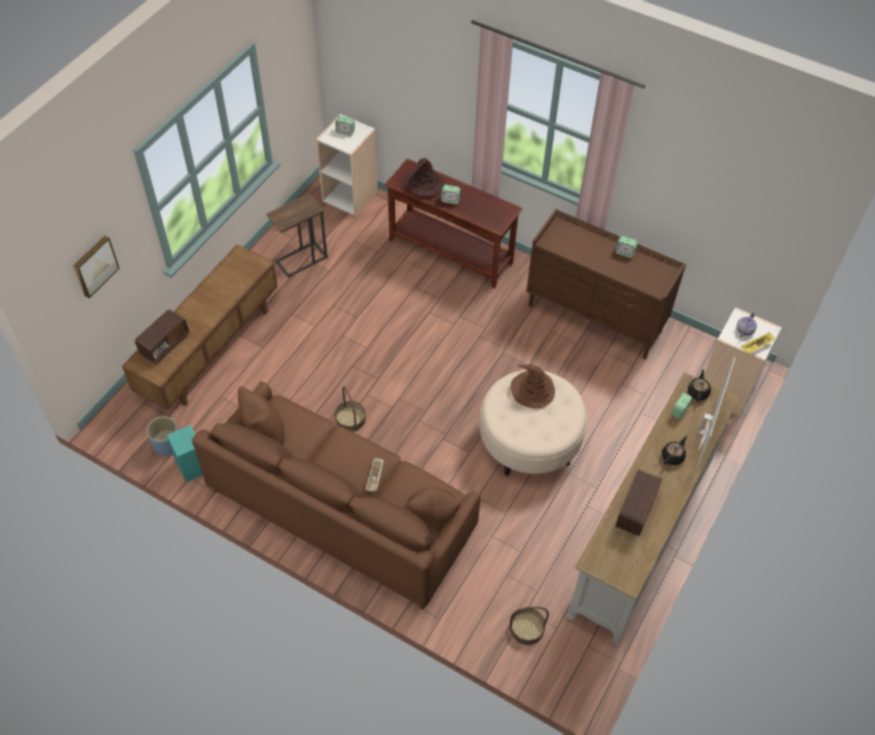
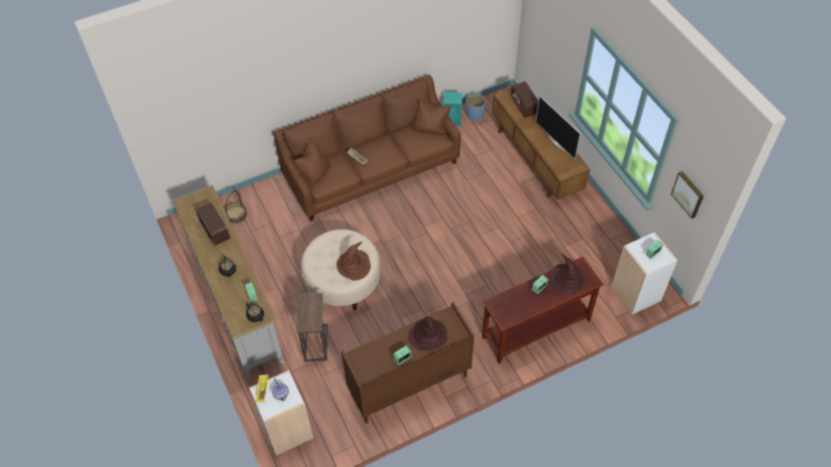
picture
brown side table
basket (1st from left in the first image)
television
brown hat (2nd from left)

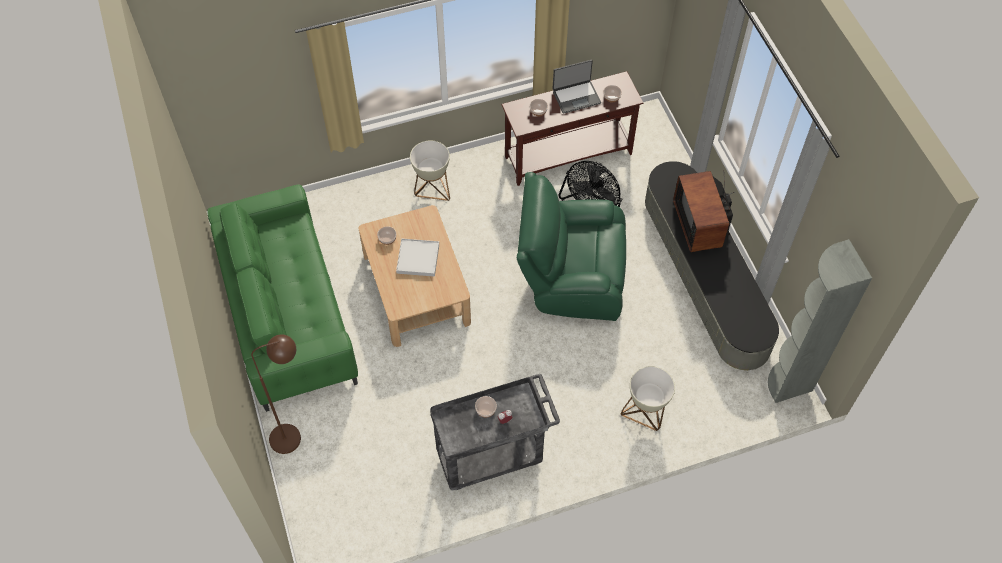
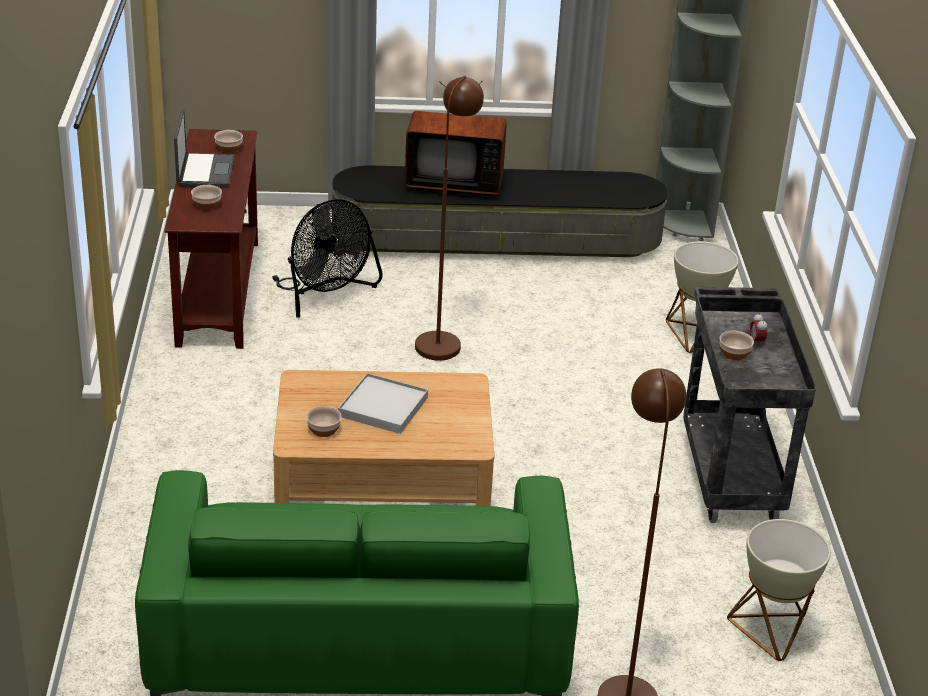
planter (2nd from left)
brown floor lamp (1st from left)

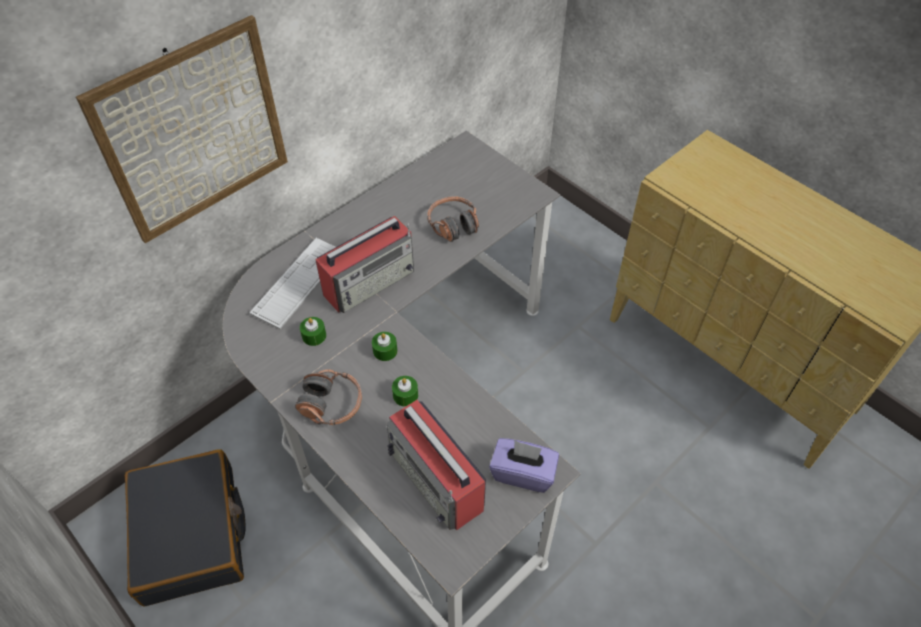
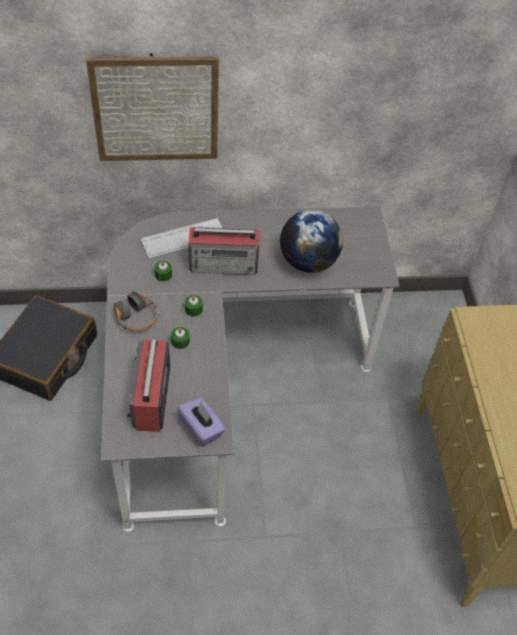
globe

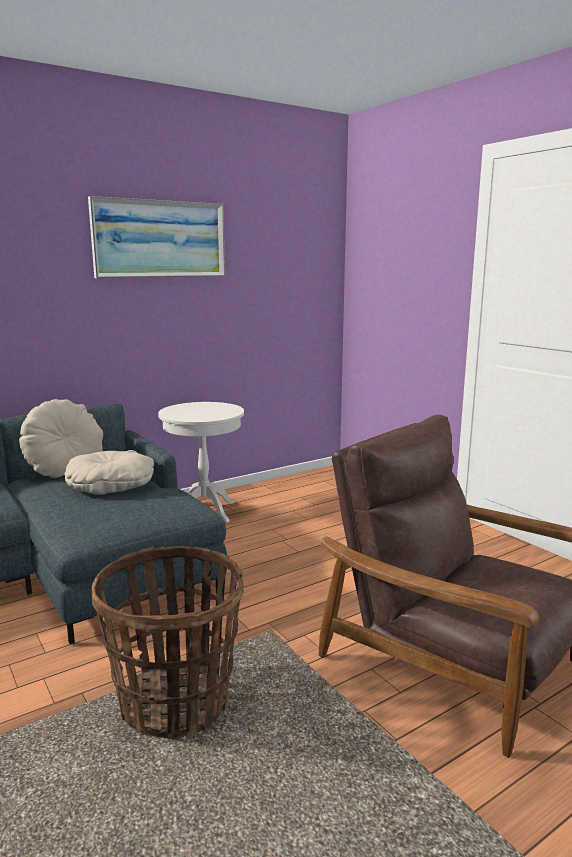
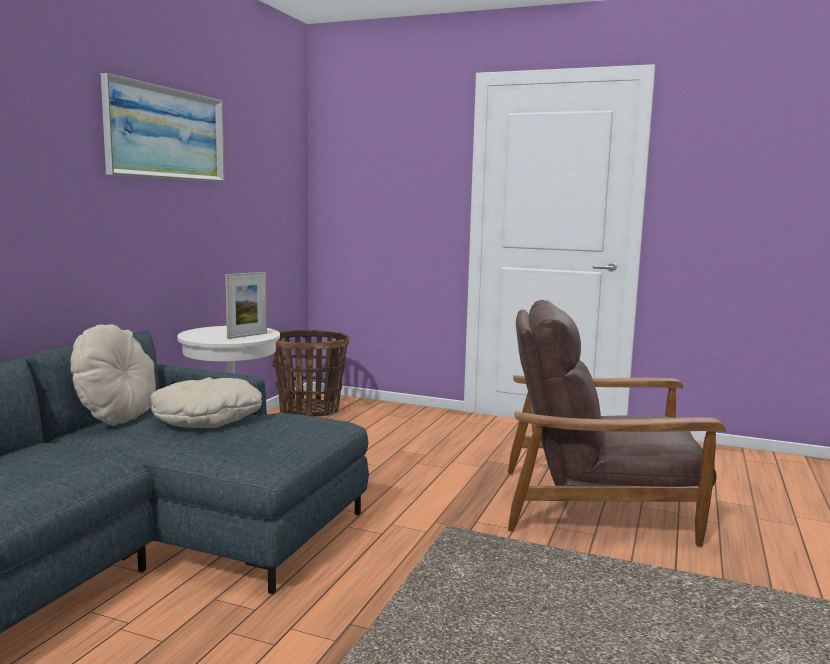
basket
picture frame

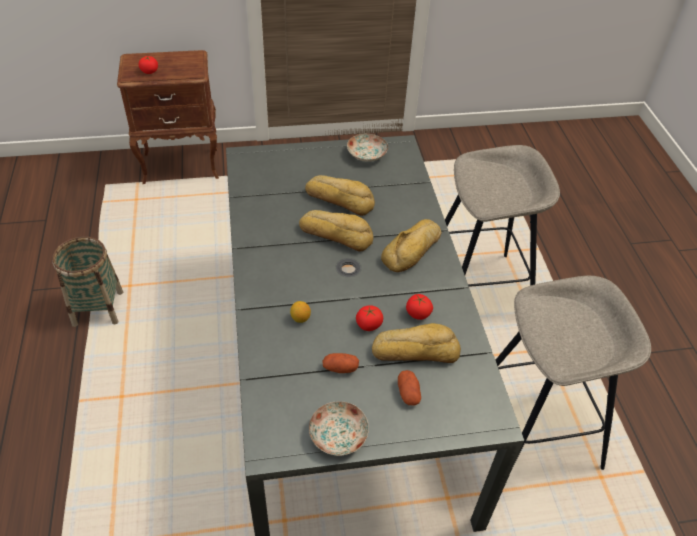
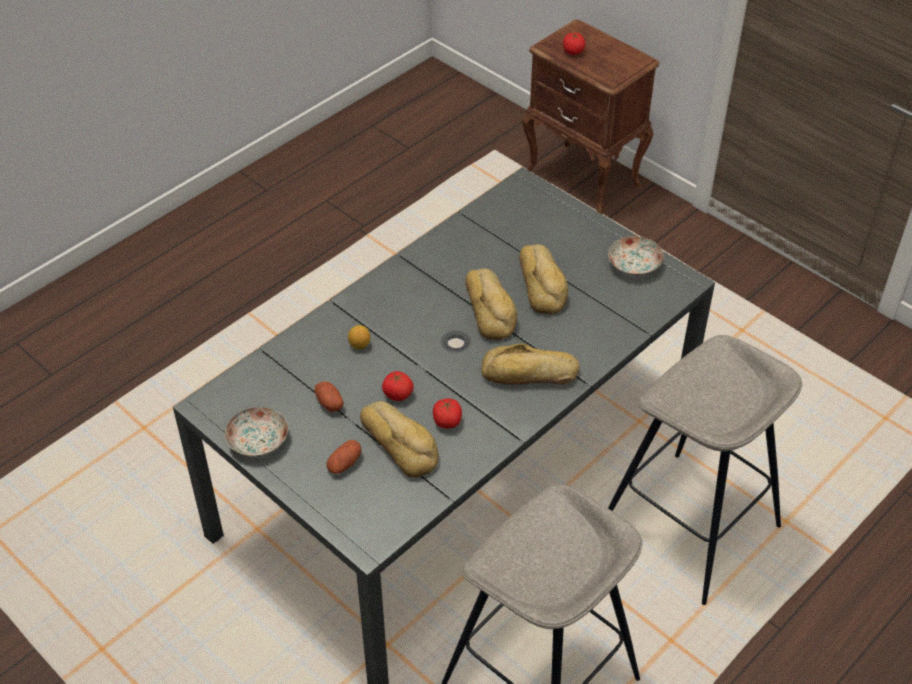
basket

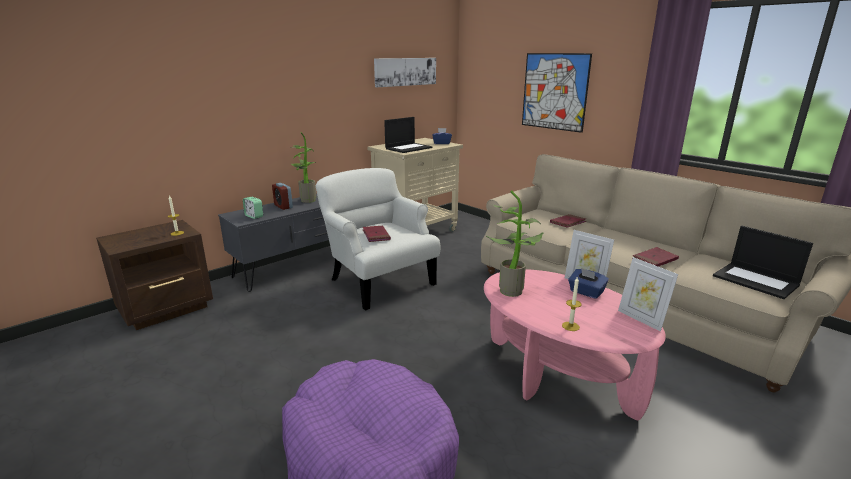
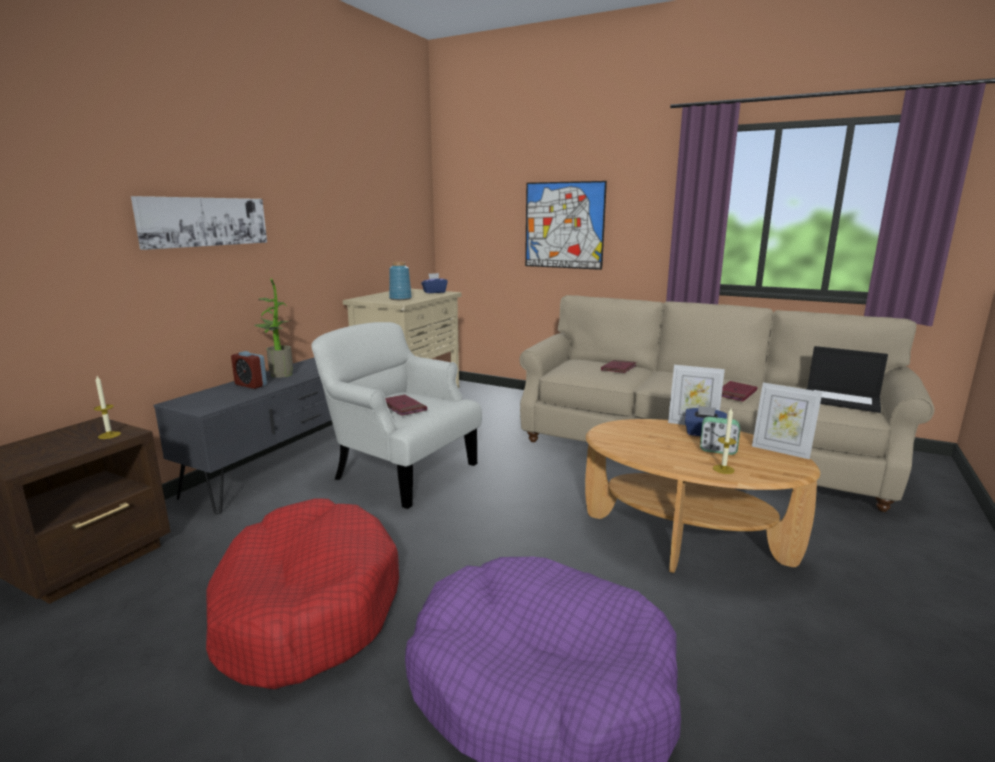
alarm clock (2nd from left)
picture (1st from left)
blue vase
brown coffee table
potted plant (2nd from left in the first image)
red dog bed

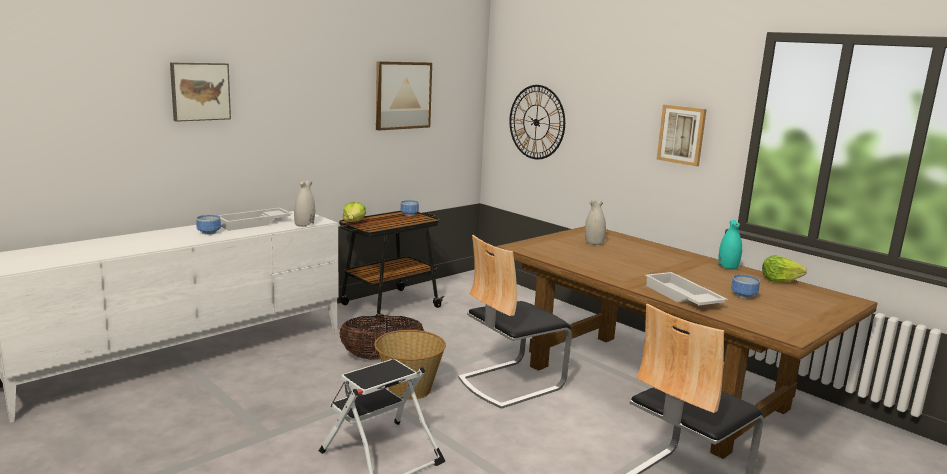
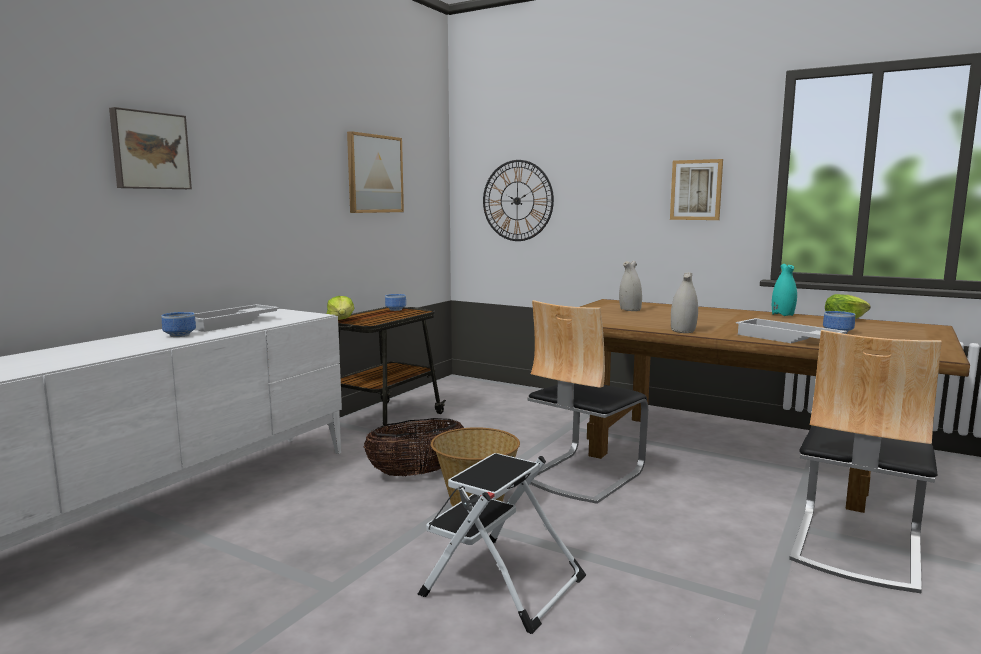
white vase (2nd from left)

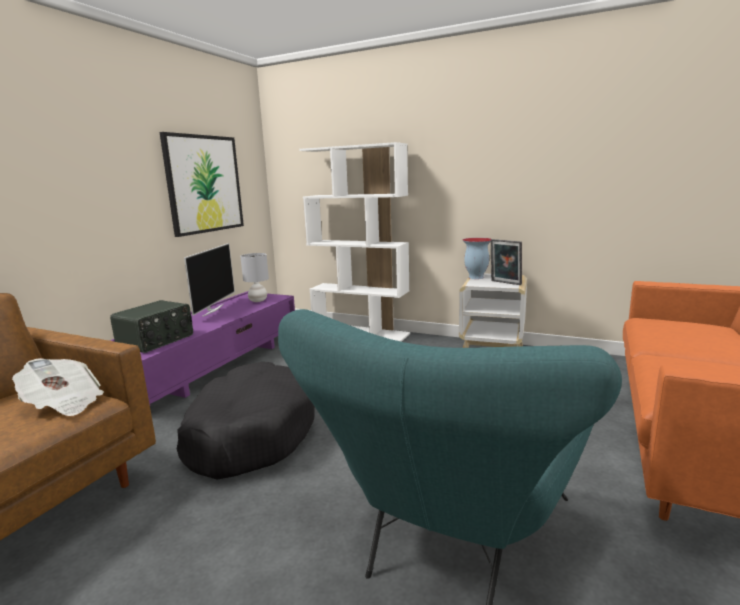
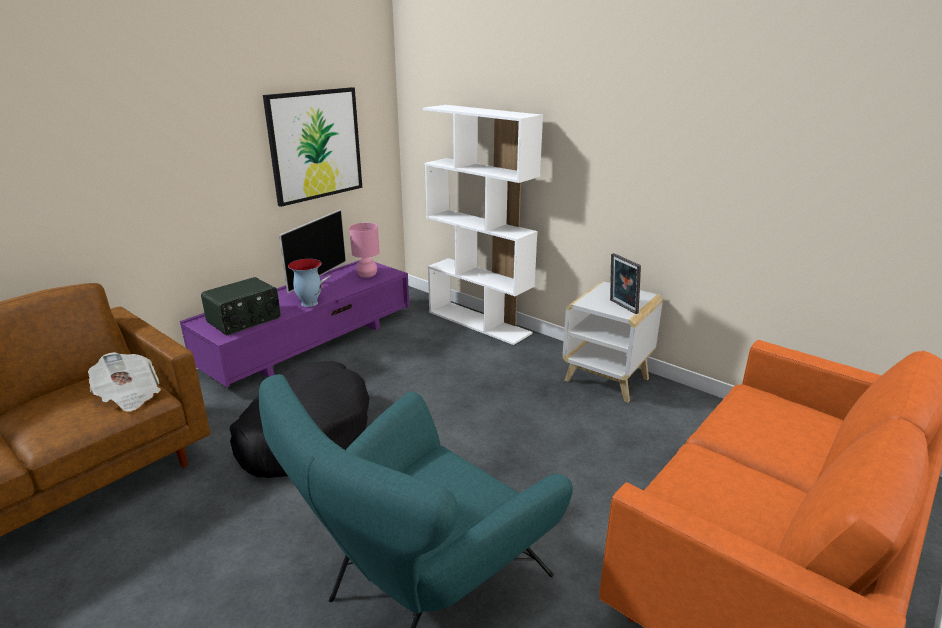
pink table lamp
vase

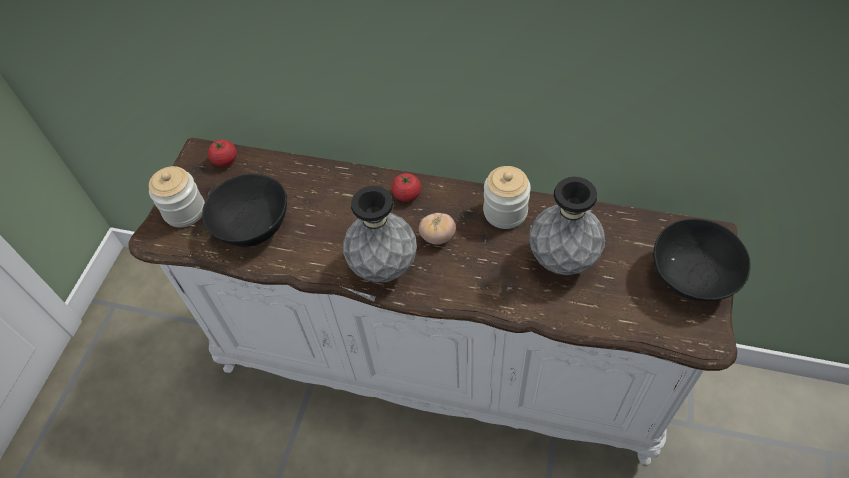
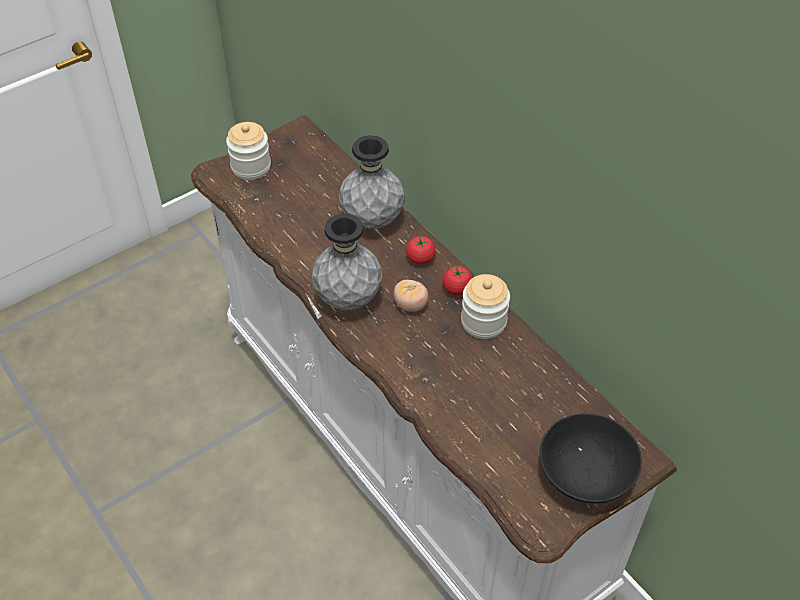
black bowl (1st from left in the first image)
tomato (3rd from left)
grey vase (2nd from left)

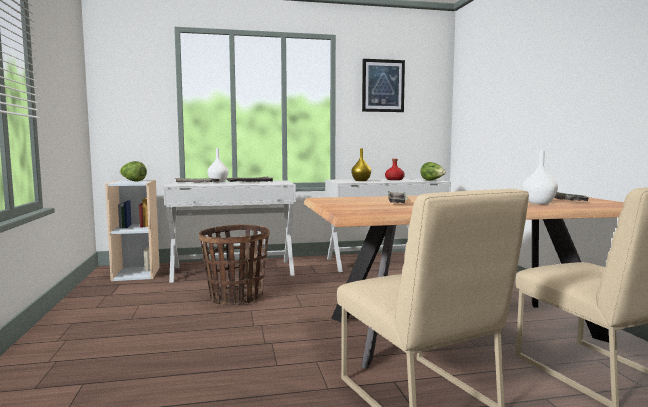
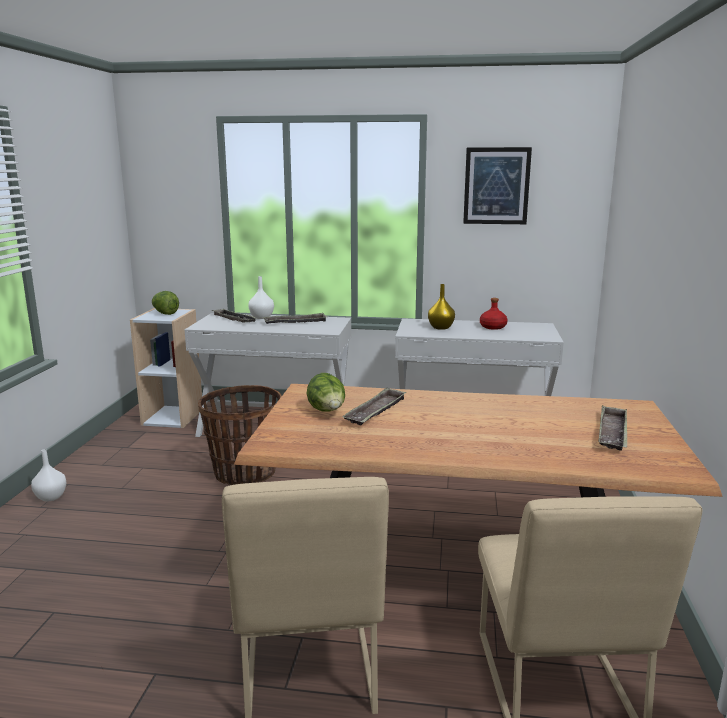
lettuce (2nd from left)
white vase (1st from left)

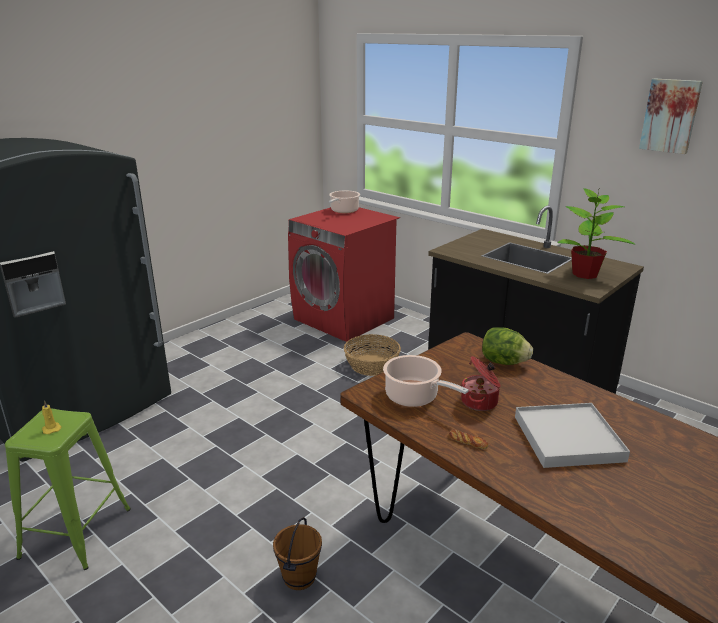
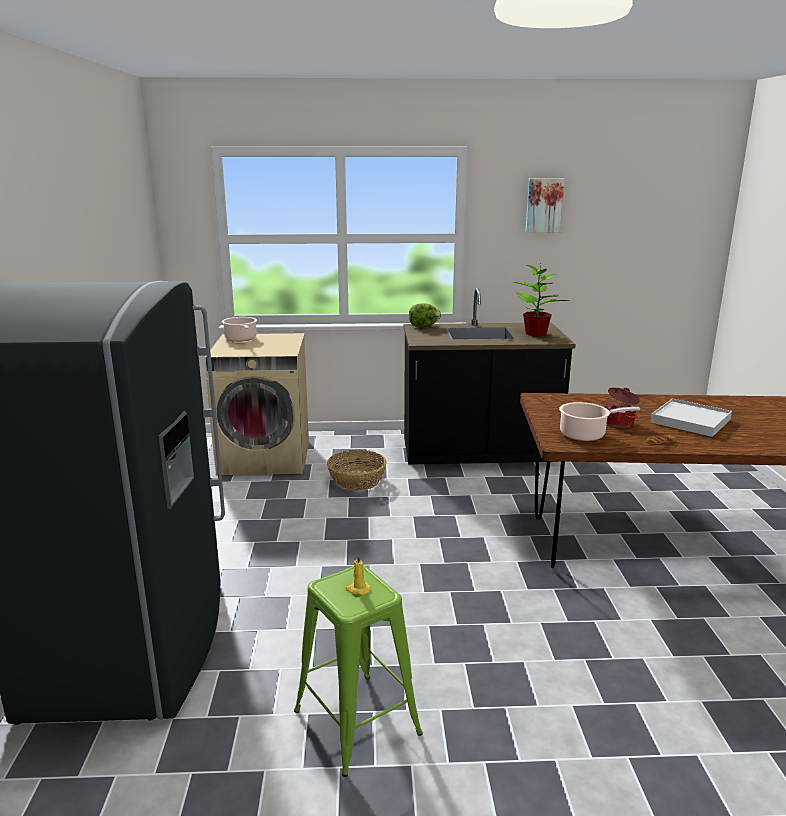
brown bucket
beige washing machine
lettuce

